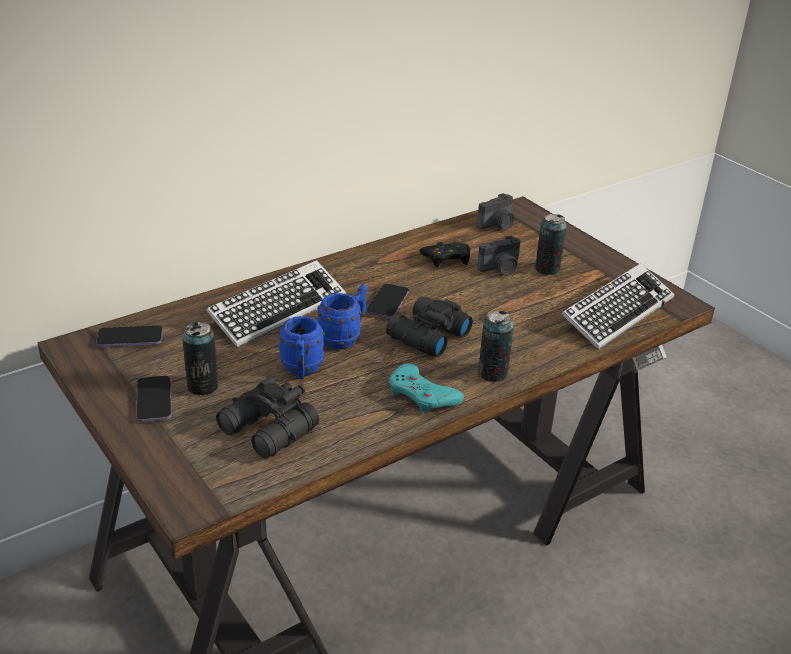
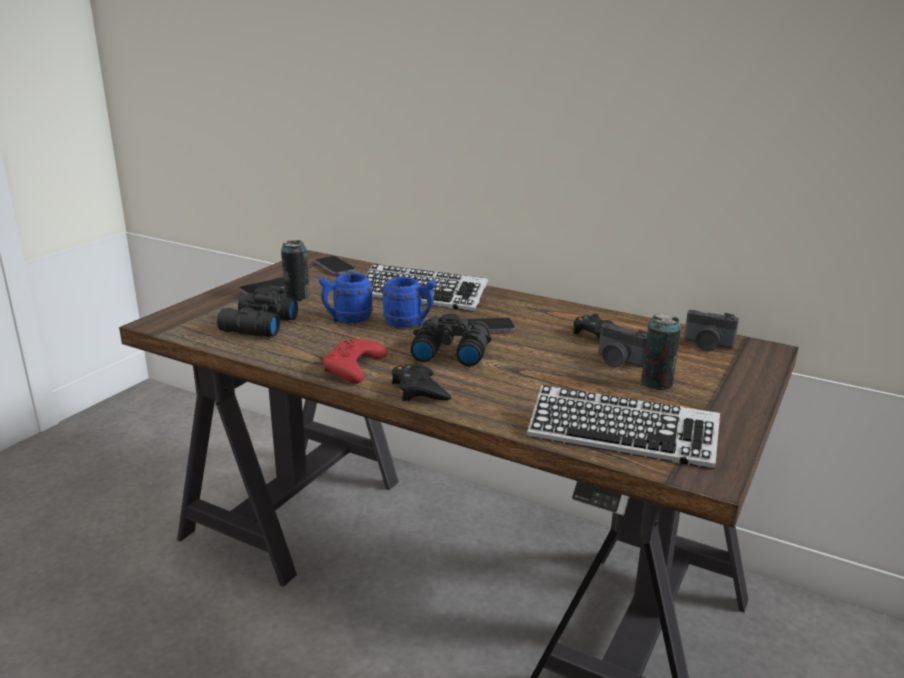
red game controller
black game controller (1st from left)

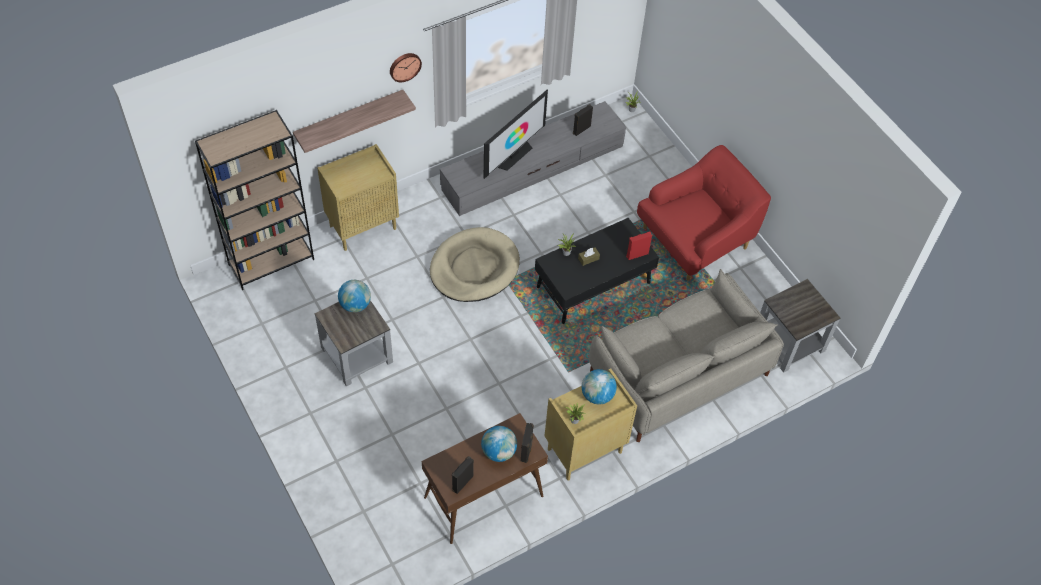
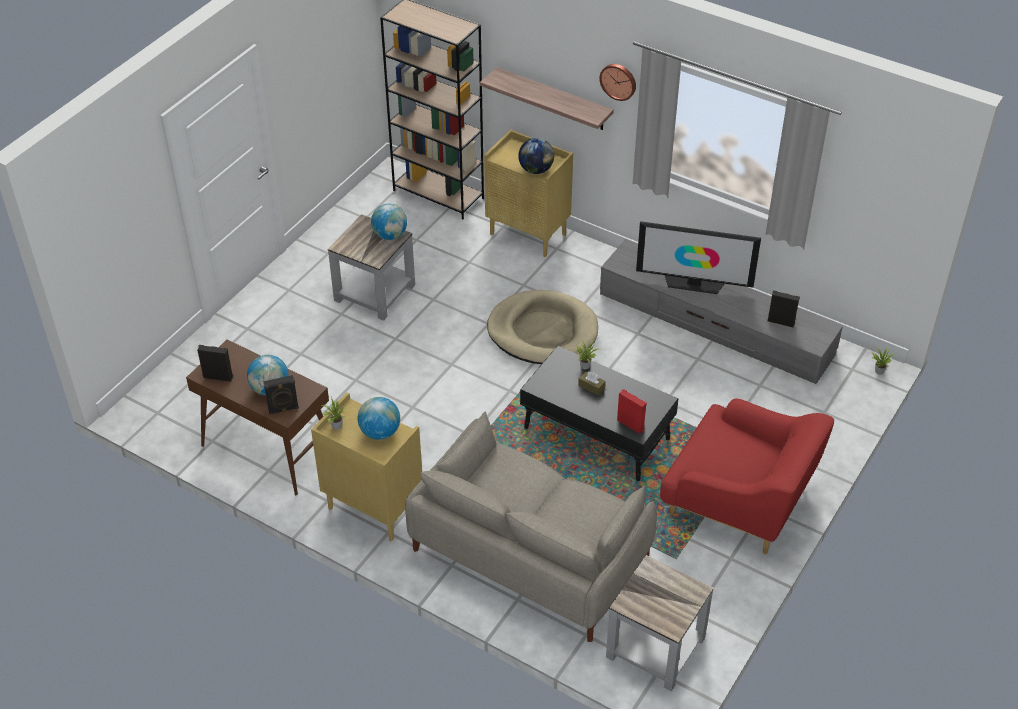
globe (4th from left)

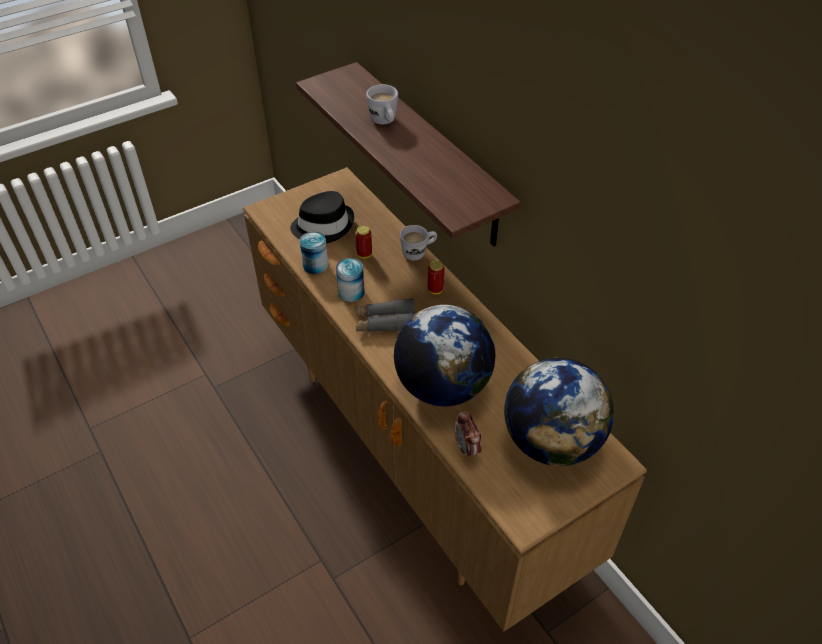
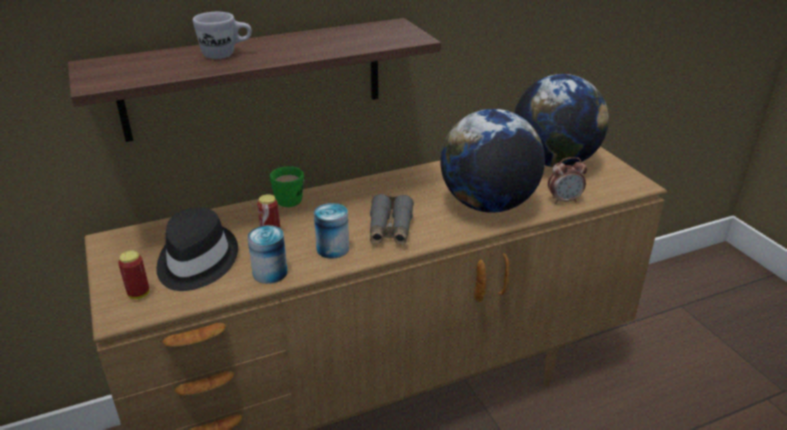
green mug
can (1st from left)

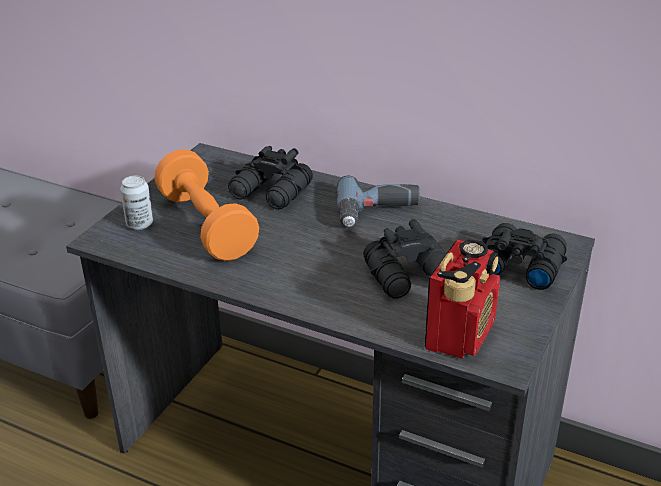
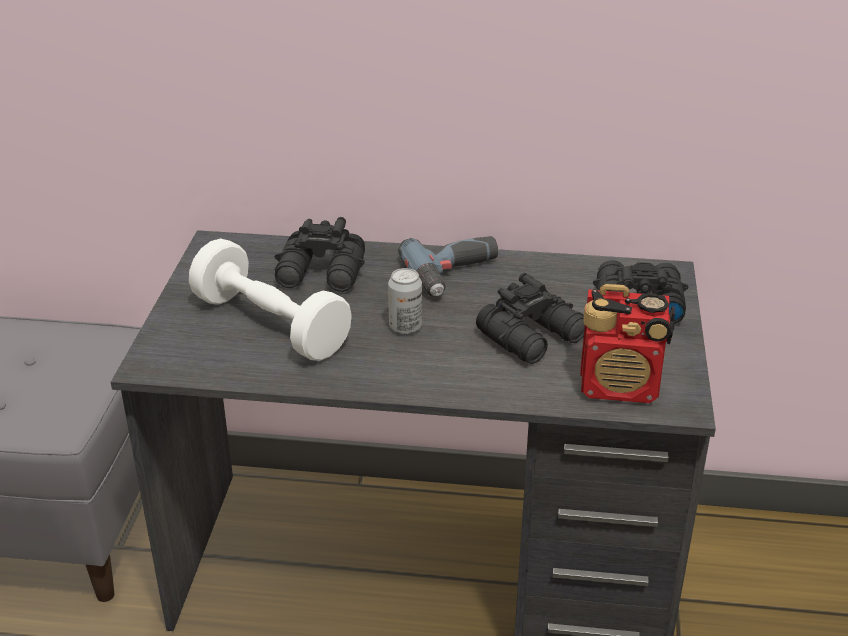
can
white dumbbell
radio

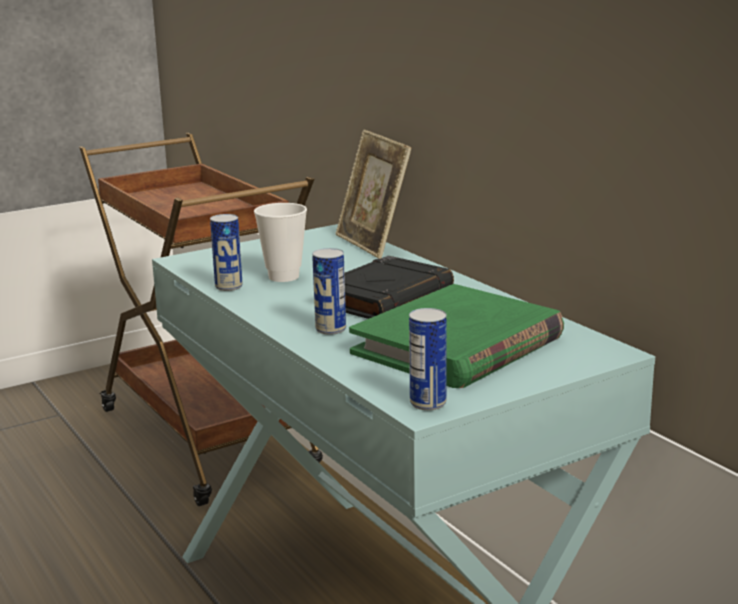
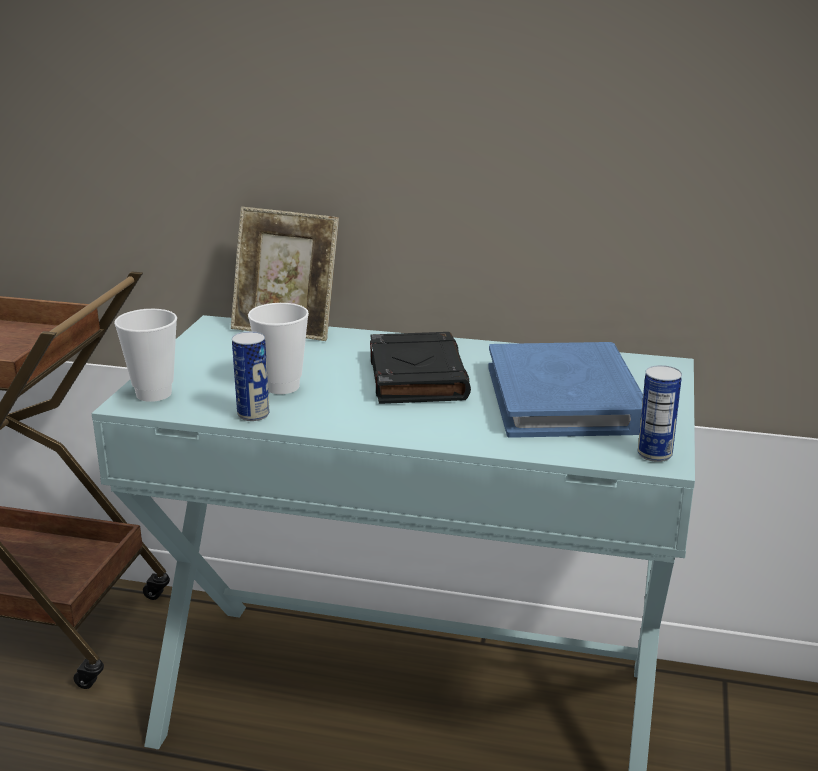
can (2nd from left in the first image)
blue book
cup (1st from left)

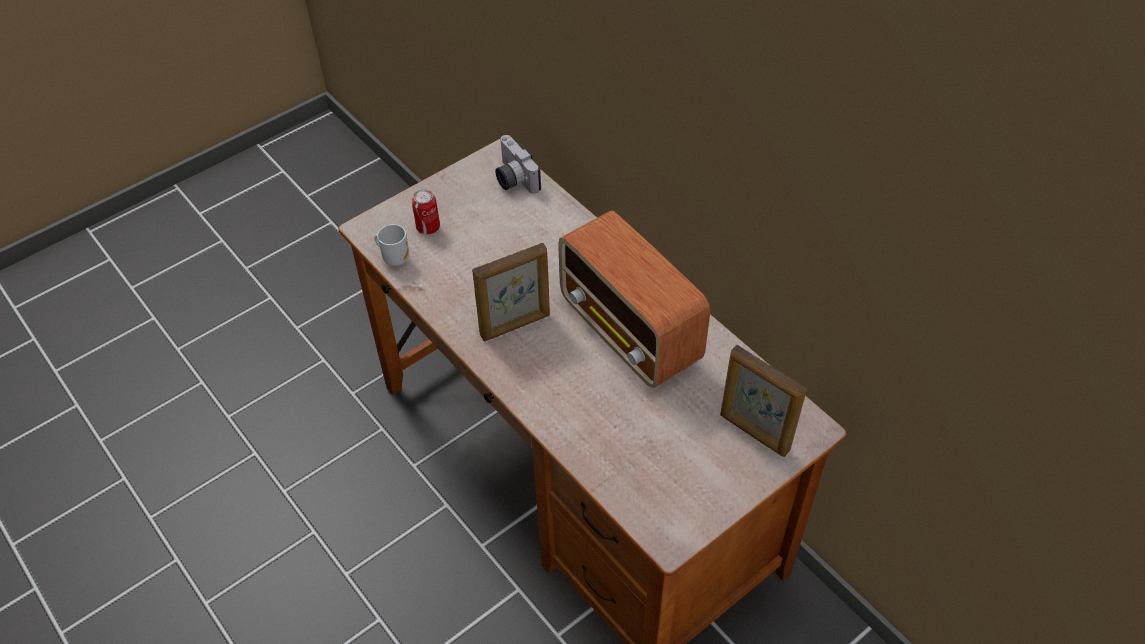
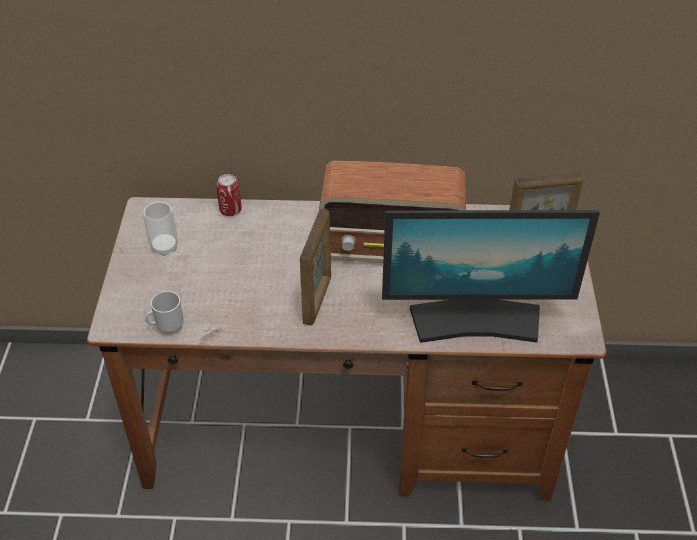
can
photo camera
cup
monitor

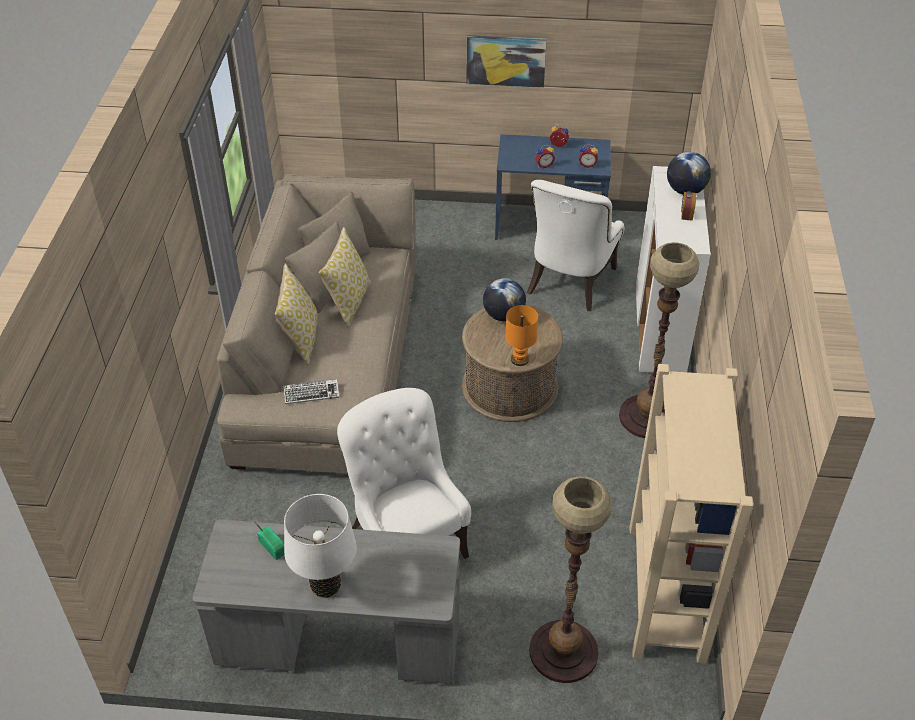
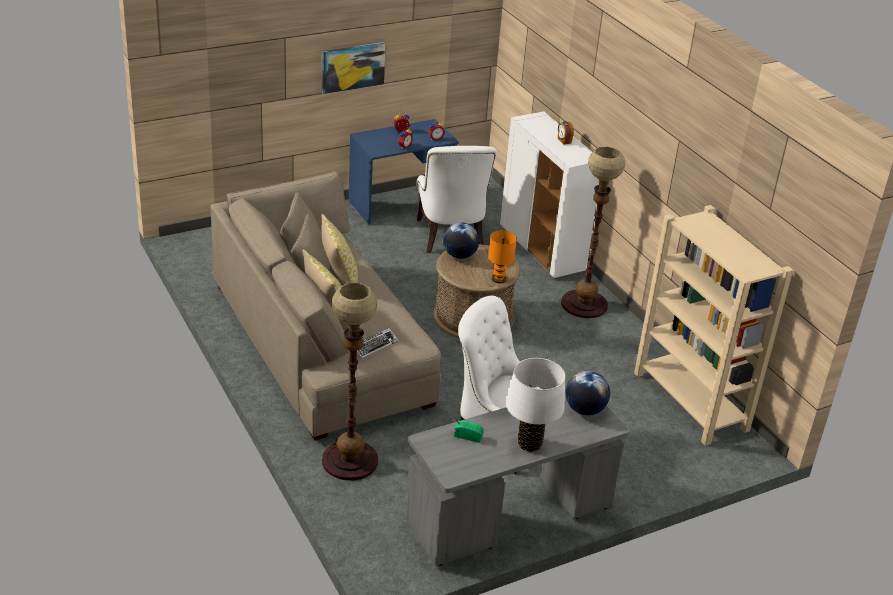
floor lamp (1st from left)
globe (2nd from left)

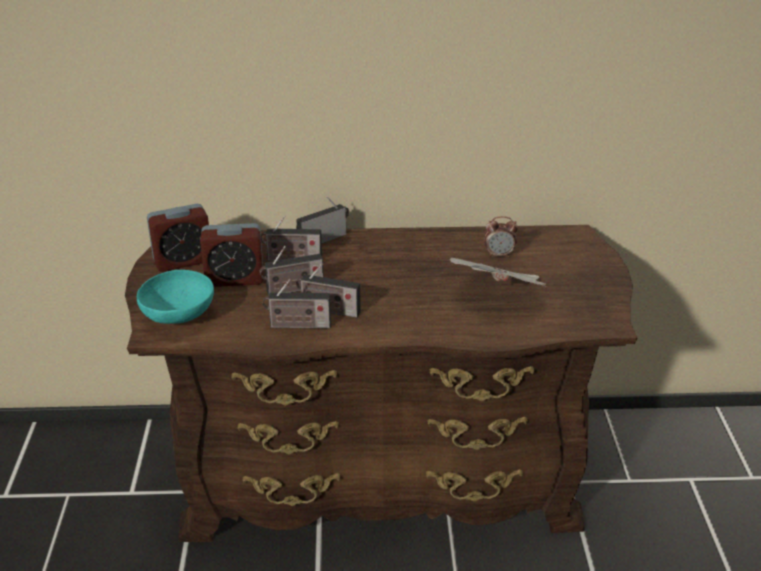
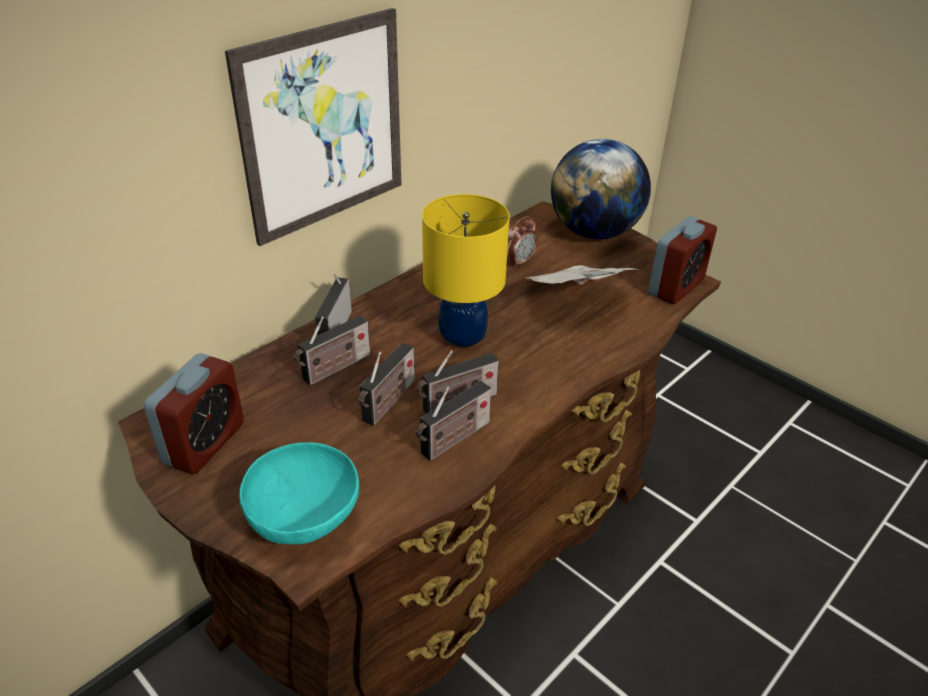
alarm clock (3rd from left)
picture
yellow table lamp
globe

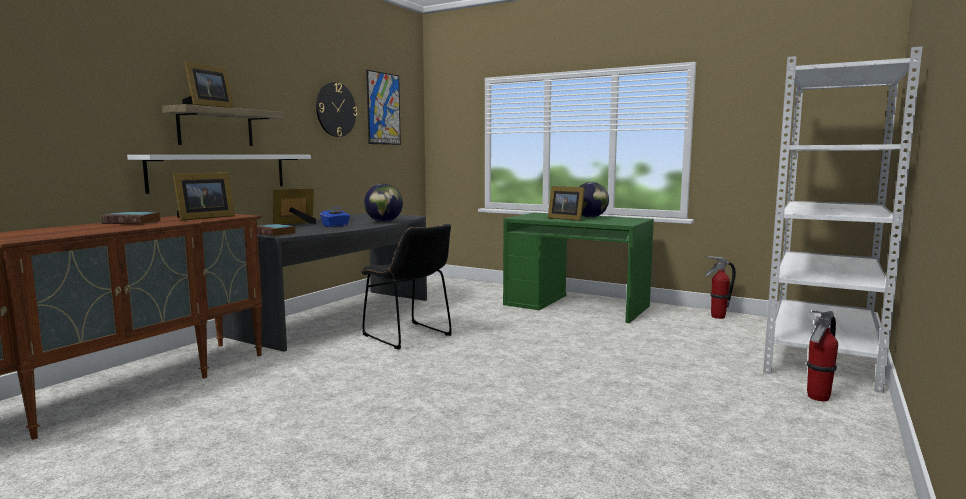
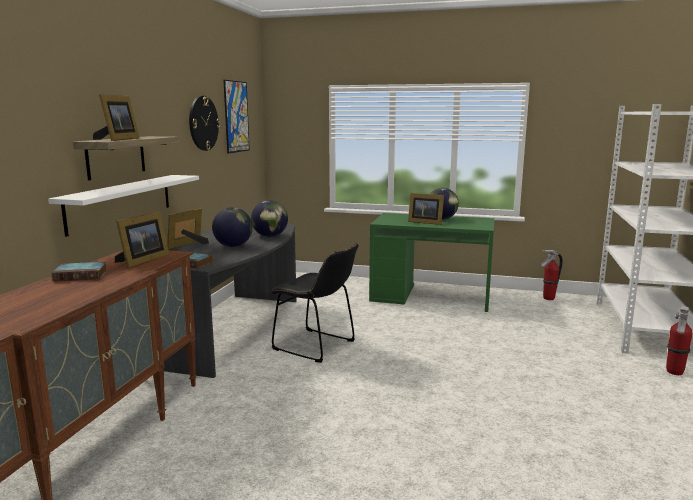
globe (1st from left)

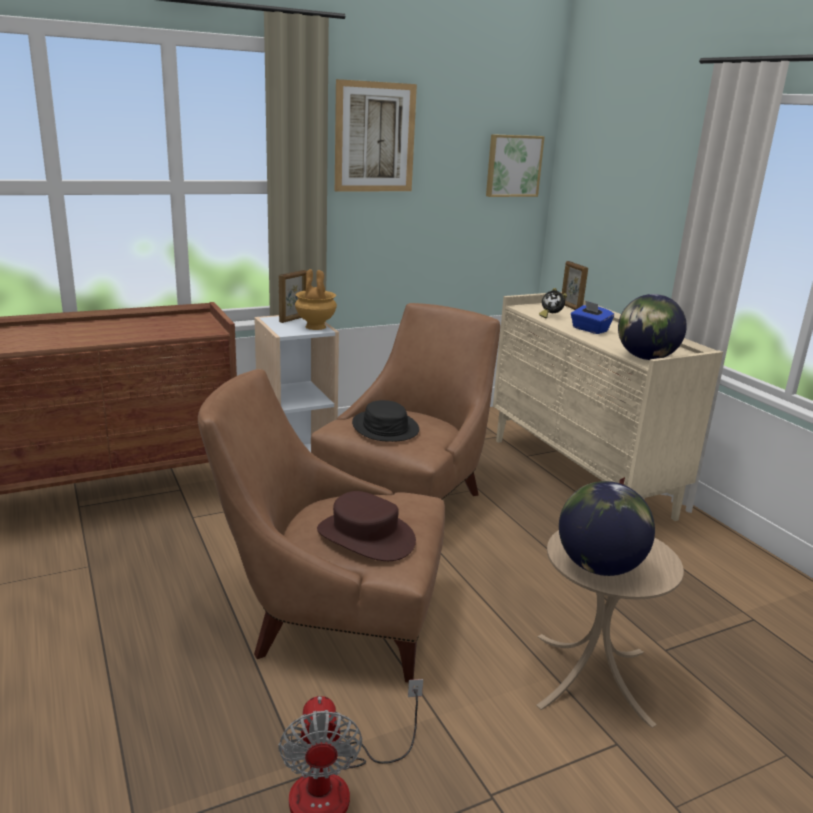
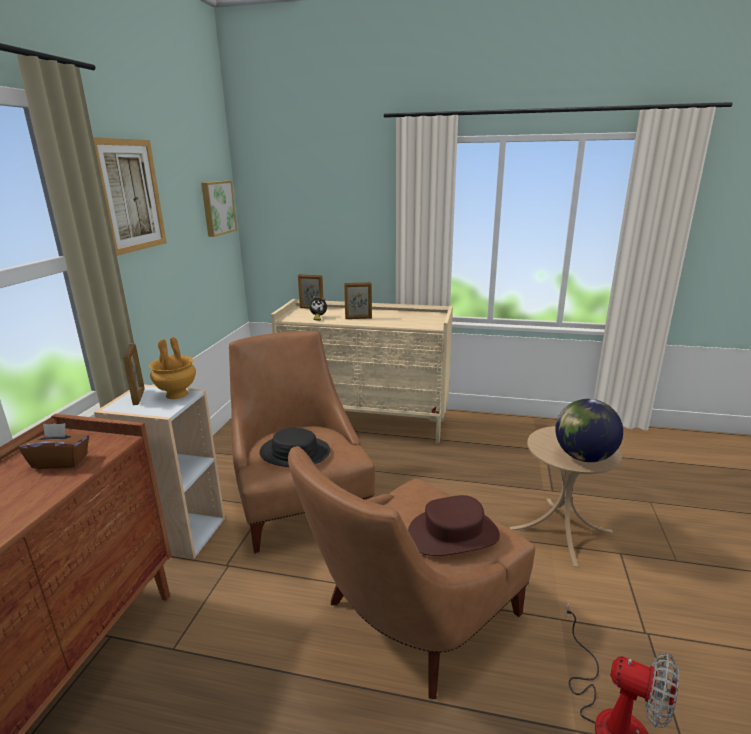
picture frame (3rd from left)
globe (2nd from left in the first image)
brown tissue box

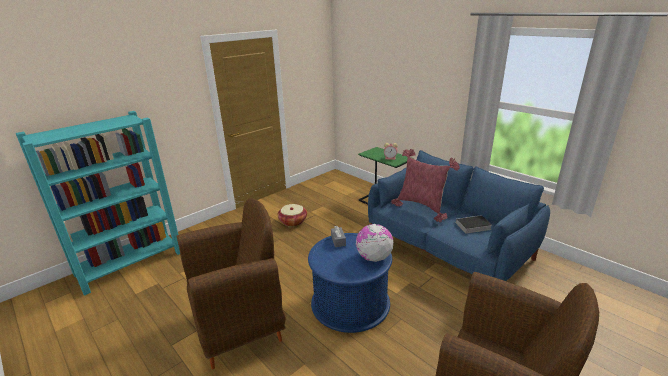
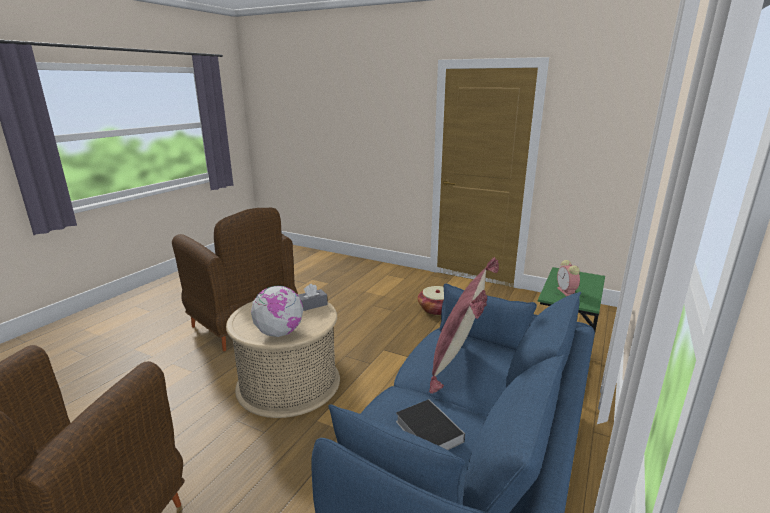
turquoise bookcase
beige coffee table

